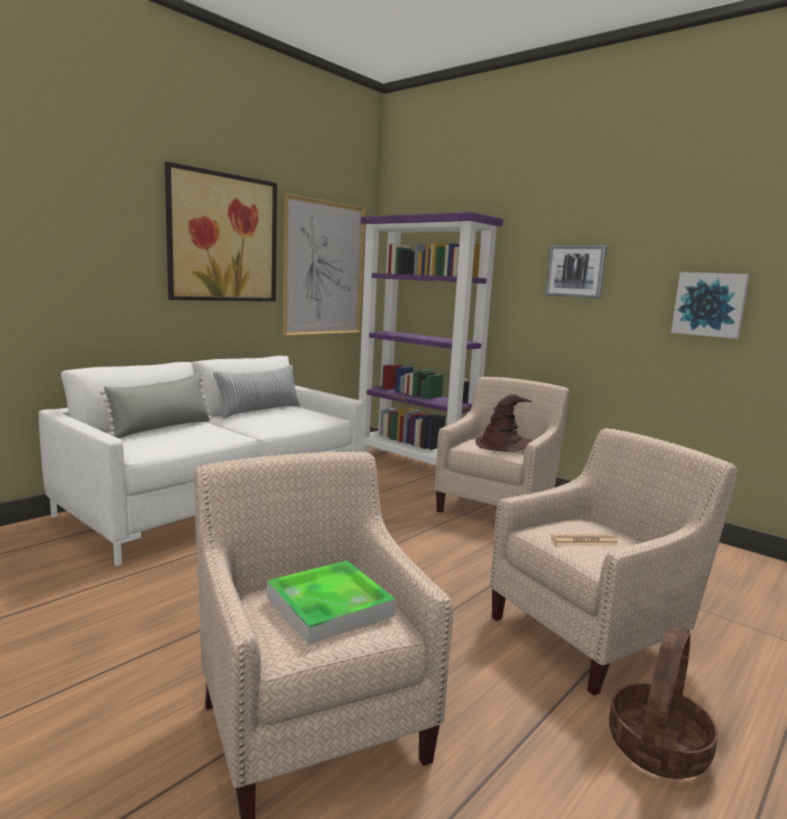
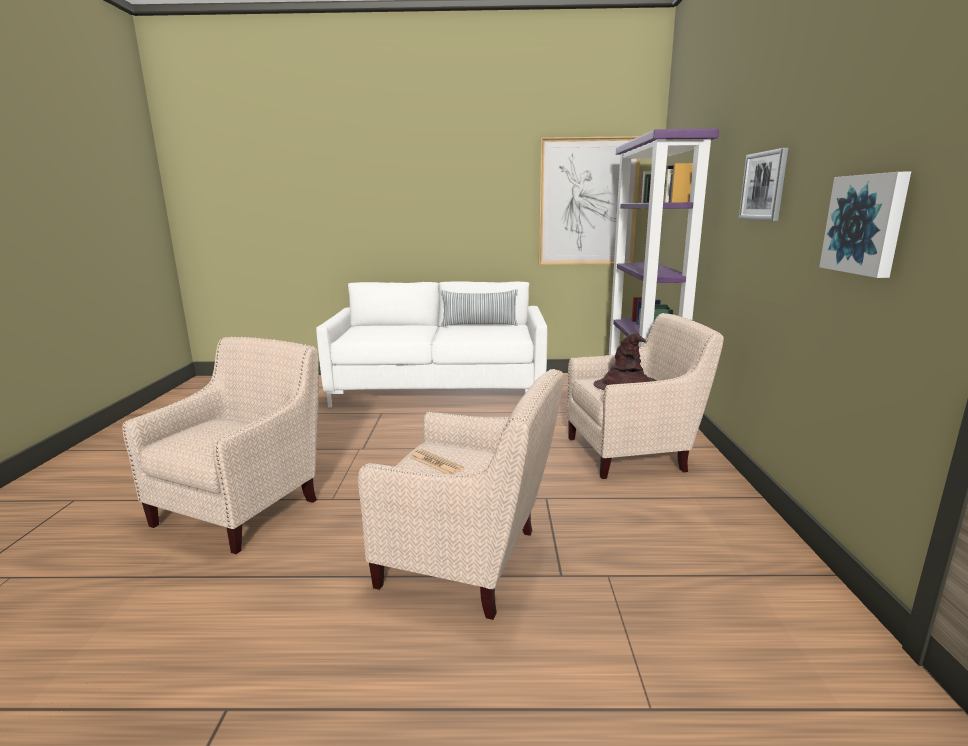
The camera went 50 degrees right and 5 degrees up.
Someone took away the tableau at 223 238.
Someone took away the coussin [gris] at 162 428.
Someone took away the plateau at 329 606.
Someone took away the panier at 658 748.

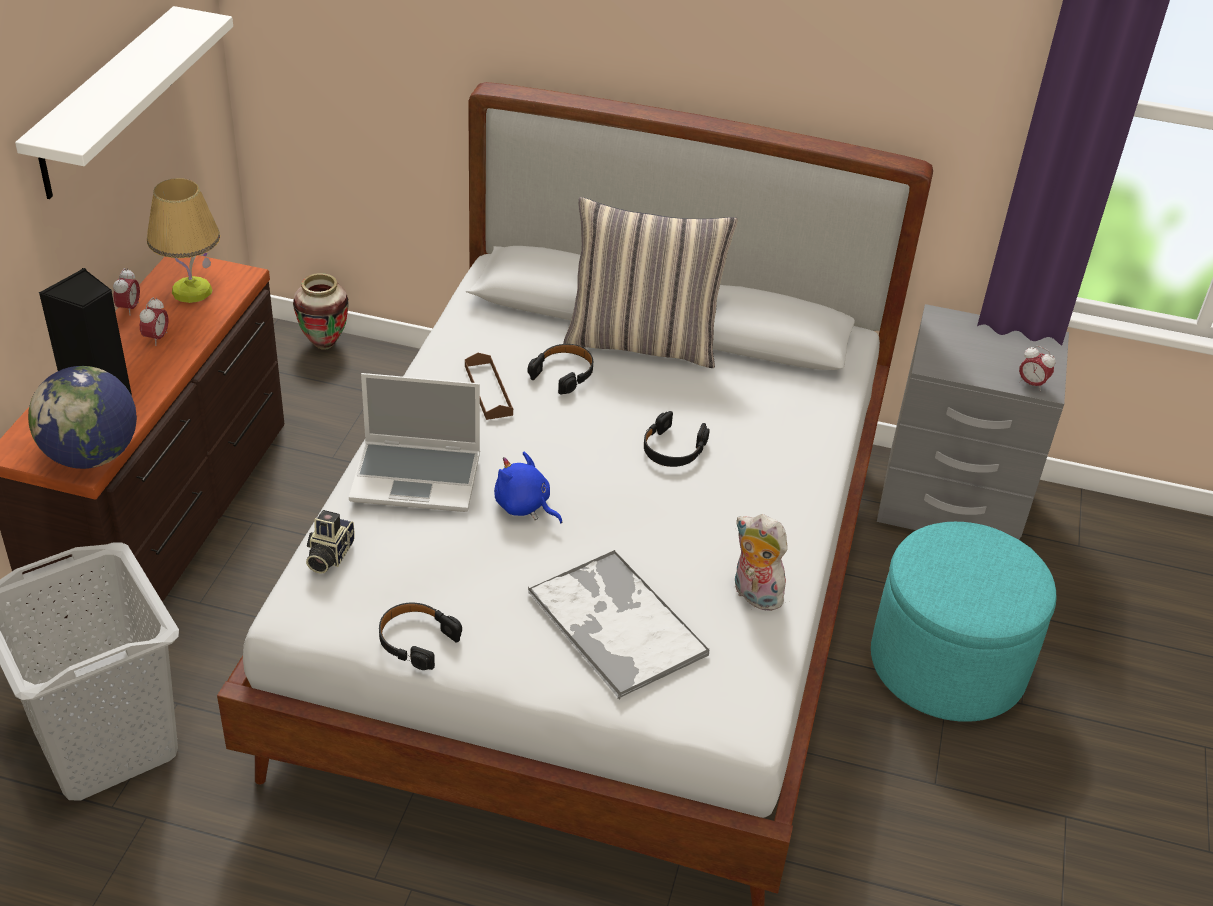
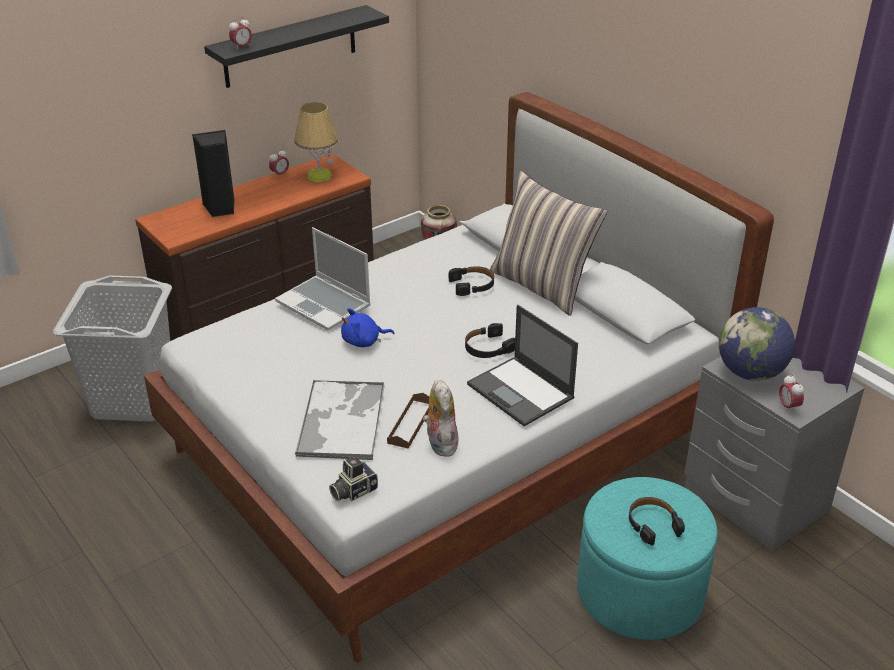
The camera went 40 degrees right and 5 degrees down.
Someone repainted the étagère [blanc] at 106 103, which became the étagère [noir] at 290 47.
Someone carried the réveil from 156 338 to 241 47.
Someone carried the plateau [marron] from 488 390 to 410 423.
Someone carried the globe from 91 456 to 750 373.
Someone rotated the peluche [bleu] at 524 506 by 90 degrees counterclockwise.
Someone carried the appareil photo from 328 555 to 353 491.
Someone carried the casque audio [noir] from 416 640 to 652 524.
Someone put down the ordinateur portable at 521 392.

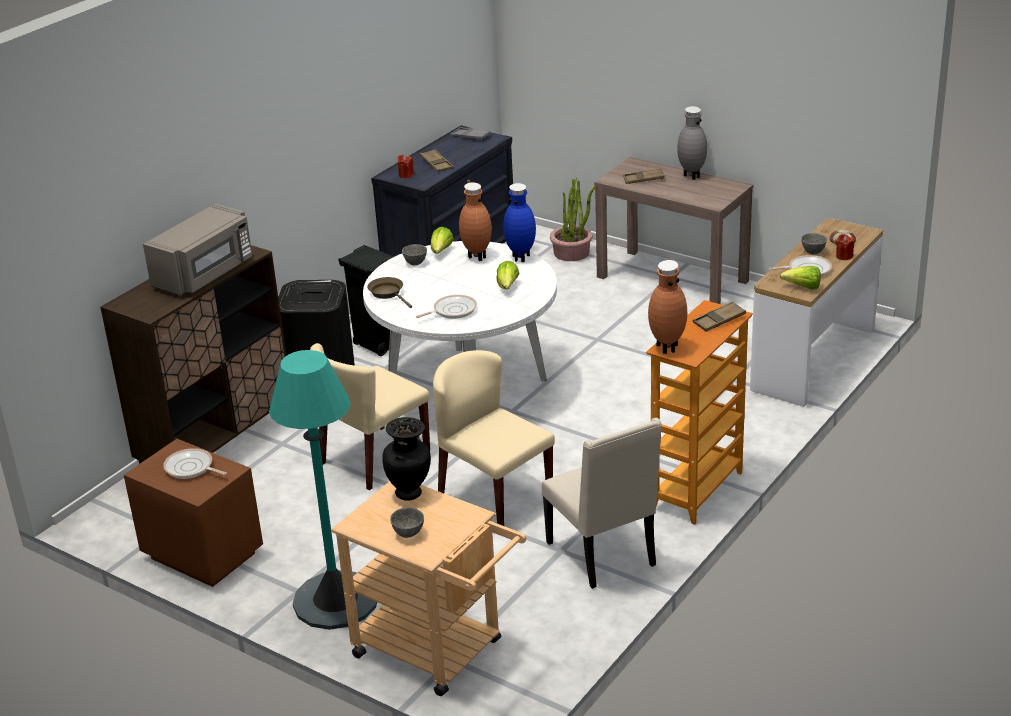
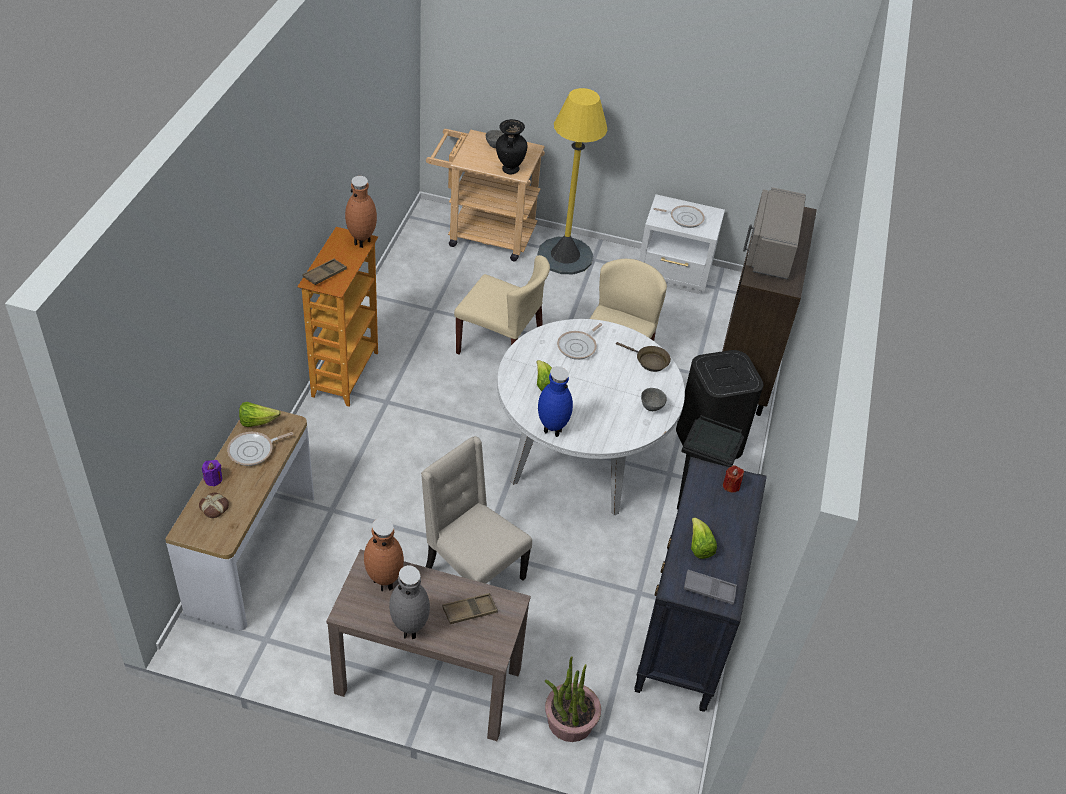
The camera went 155 degrees right and 15 degrees up.
Someone took away the plateau [marron] at 436 164.
Someone carried the vase [marron] from 476 257 to 385 582.
Someone carried the laitue from 441 251 to 699 547.
Someone took away the bol [gris] at 812 252.
Someone repainted the bougie [rouge] at 844 256, which became the bougie [violet] at 213 479.
Someone repainted the lampadaire [turquoise] at 335 600, which became the lampadaire [jaune] at 565 256.
Someone carried the chaise [beige] from 604 555 to 472 574.
Someone repainted the table de chevet [marron] at 203 555, which became the table de chevet [blanc] at 674 275.

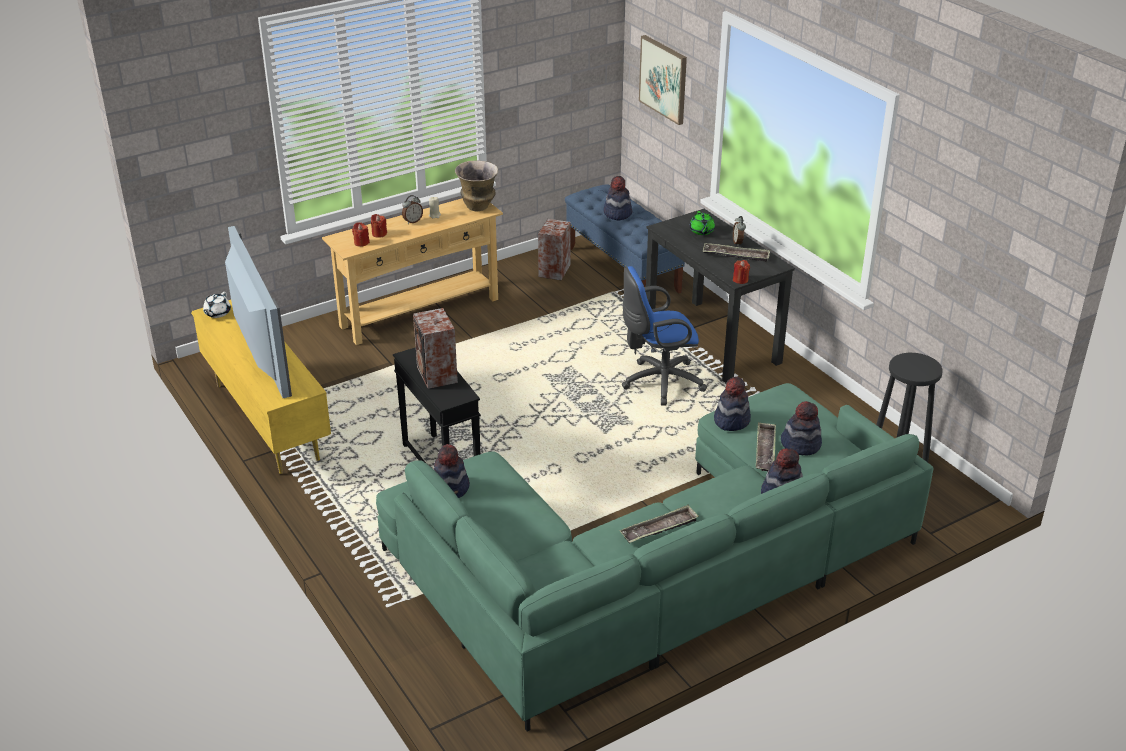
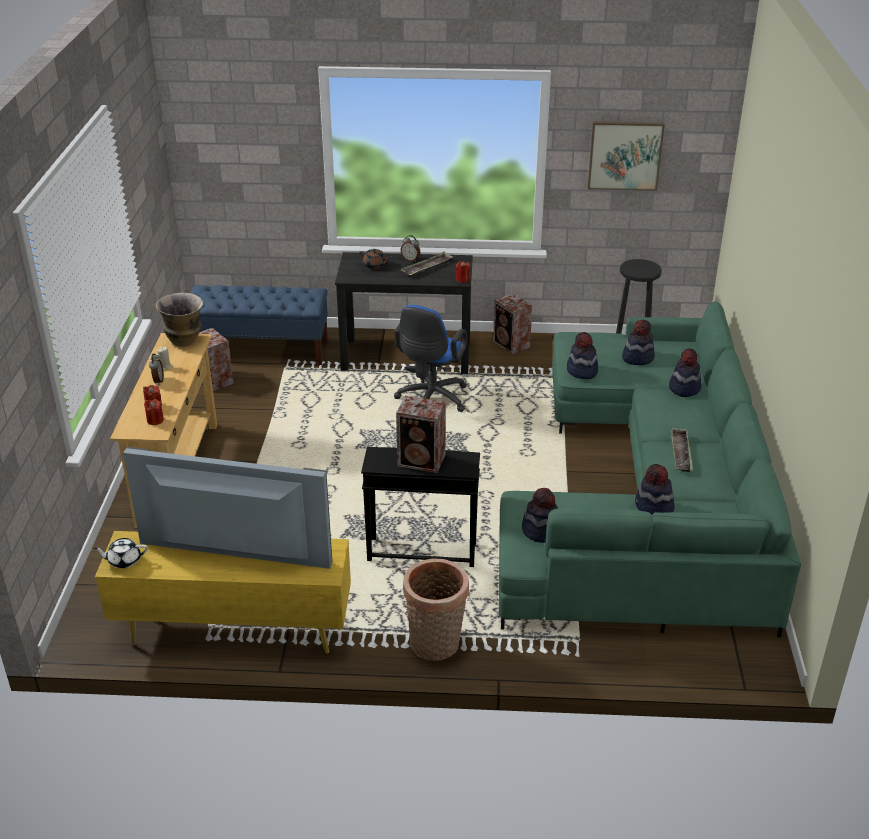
The camera went 55 degrees left and 0 degrees up.
Someone carried the tableau from 664 79 to 625 155.
Someone carried the chapeau from 617 213 to 653 507.
Someone repainted the théière [vert] at 701 231, which became the théière [marron] at 375 266.
Someone rotated the théière [blanc] at 217 313 by 120 degrees clockwise.
Someone took away the plateau at 765 451.
Someone put down the enceinte at 511 345.
Someone put down the panier at 435 645.

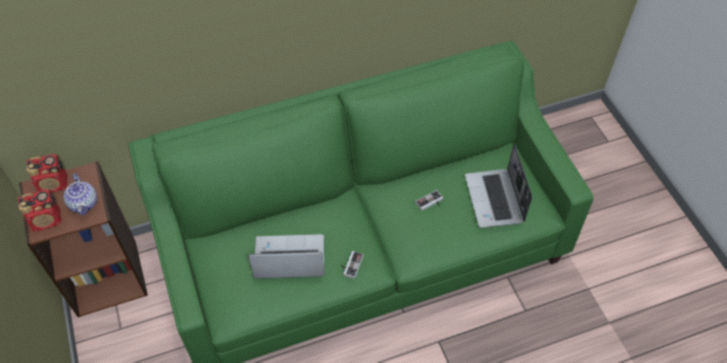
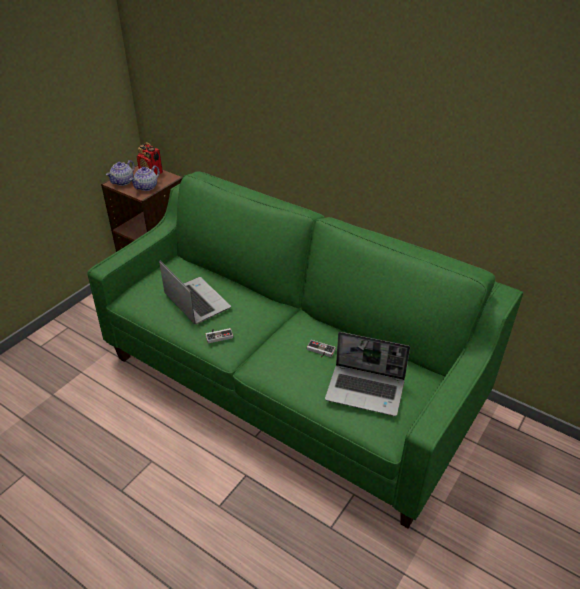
The camera went 55 degrees right and 15 degrees down.
Someone rotated the ordinateur portable at 495 200 by 120 degrees counterclockwise.
Someone swapped the radio at 47 220 for the théière at 123 182.

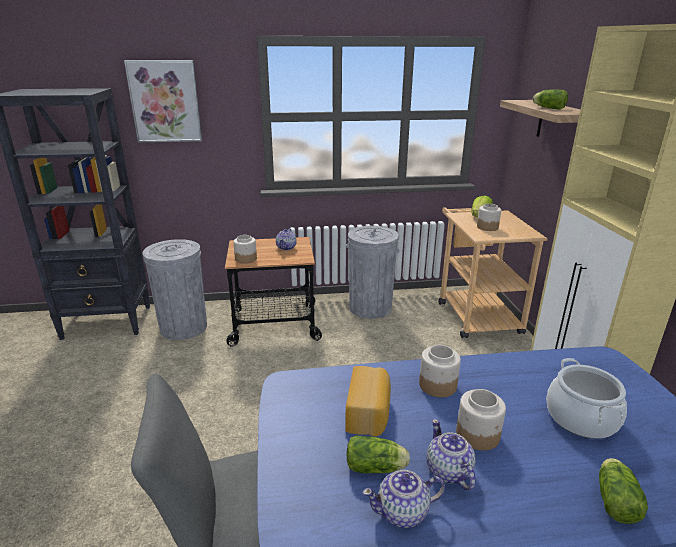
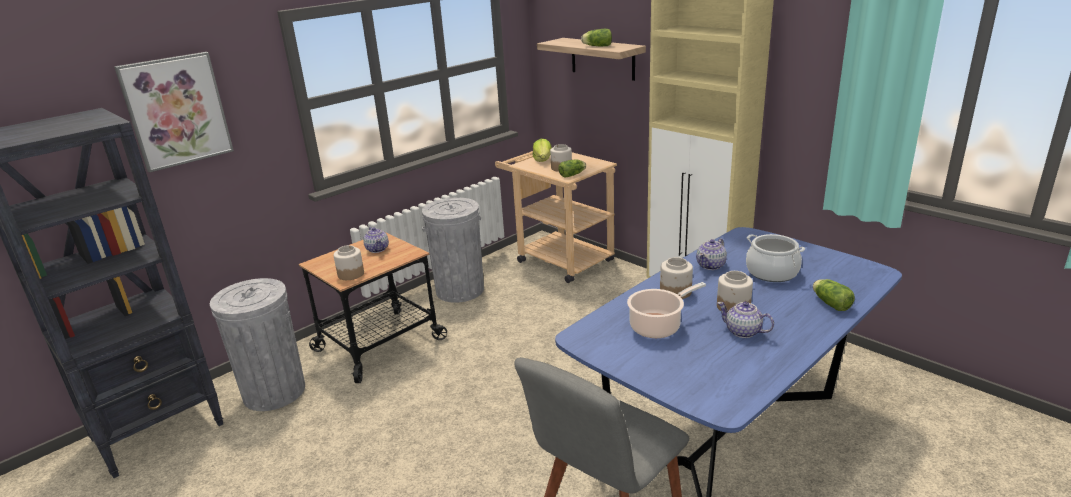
The camera went 35 degrees left and 0 degrees up.
Someone swapped the pain at 369 413 for the marmite at 658 326.
Someone carried the laitue from 377 467 to 573 175.
Someone carried the théière from 403 512 to 711 265.

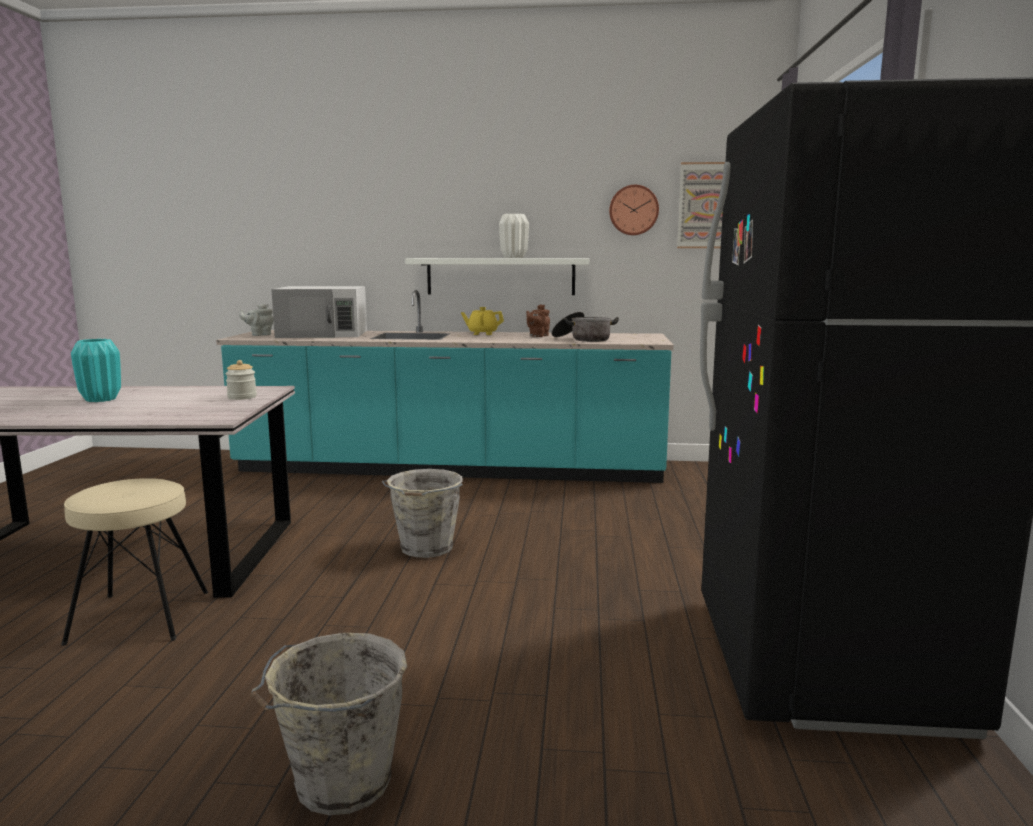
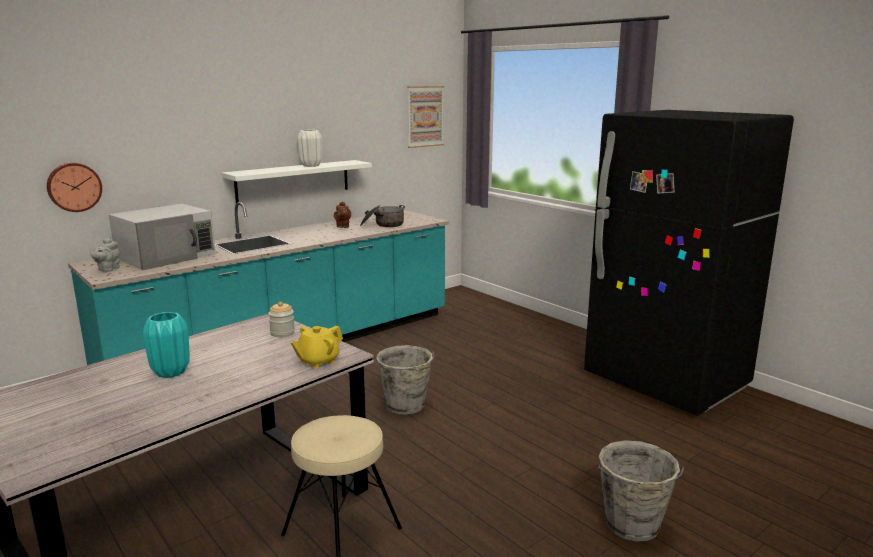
The camera went 45 degrees left and 5 degrees up.
Someone carried the horloge murale from 633 210 to 74 187.
Someone carried the théière [jaune] from 482 334 to 318 361.

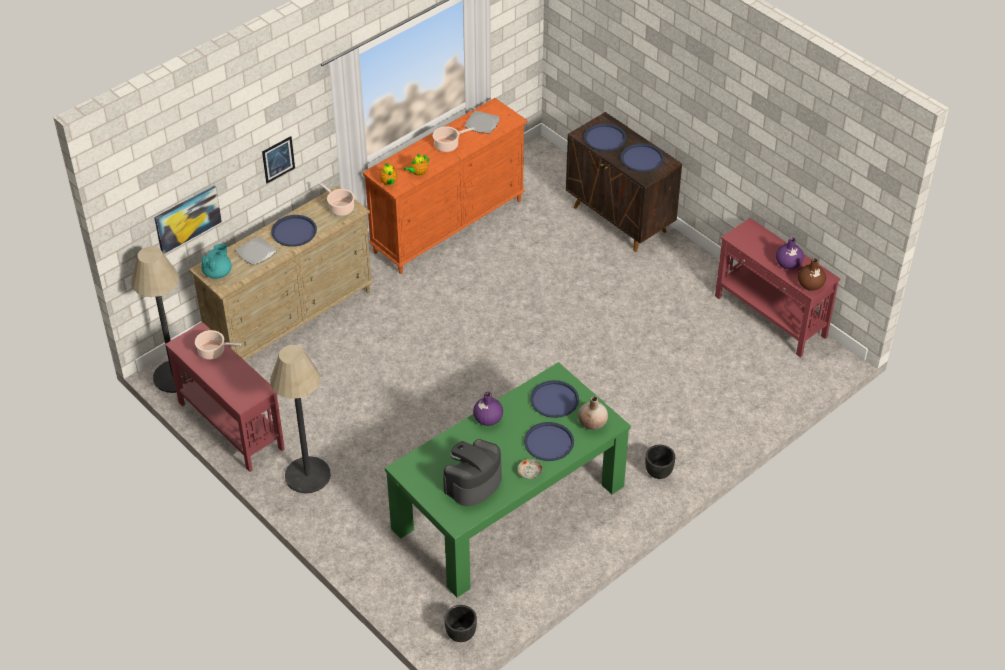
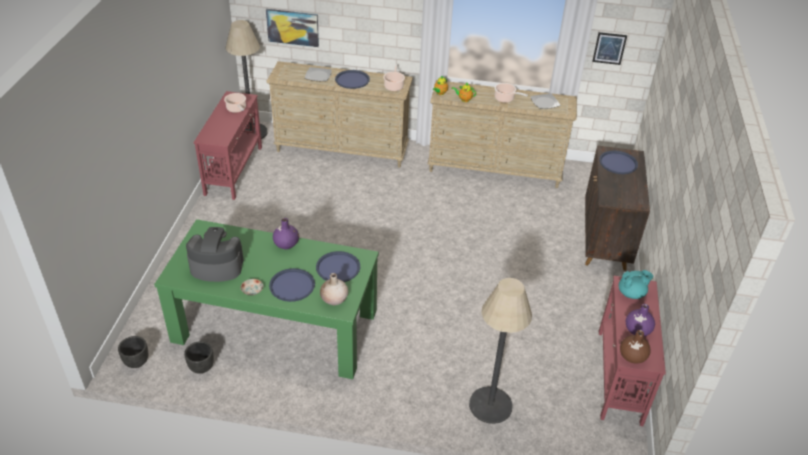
The camera went 50 degrees right and 5 degrees down.
Someone repainted the commode [orange] at 449 226, which became the commode [beige] at 495 170.
Someone carried the tableau from 278 159 to 609 48.
Someone took away the plateau [bleu] at 642 158.
Someone carried the théière [turquoise] from 218 273 to 631 293.
Someone carried the lampadaire from 307 475 to 490 405.
Someone carried the cache-pot [noir] from 658 473 to 201 368.

